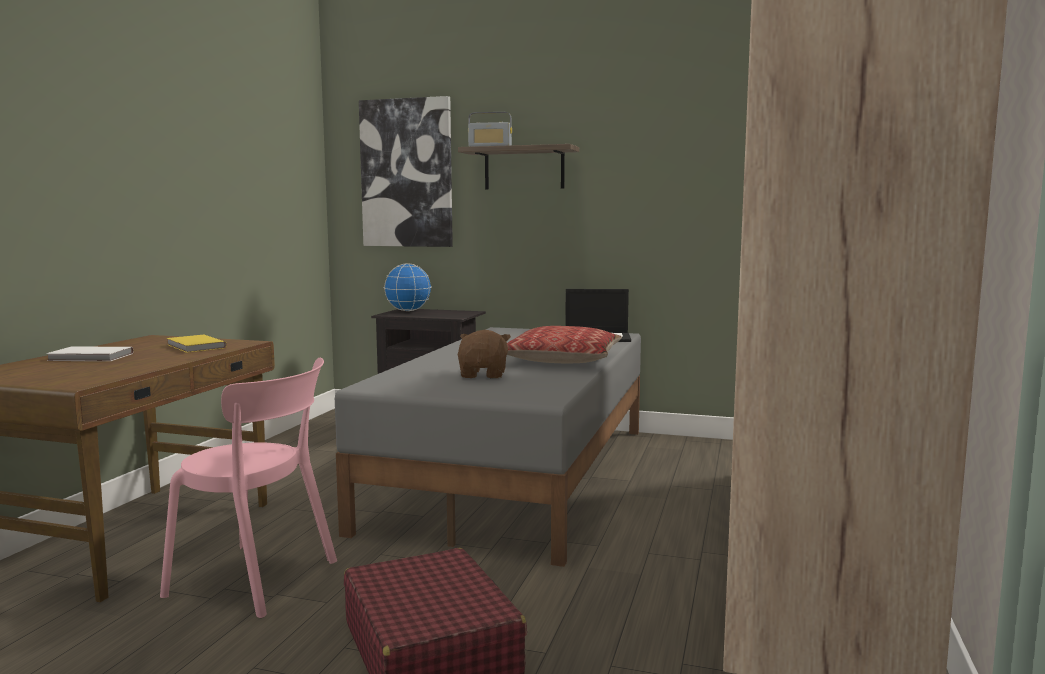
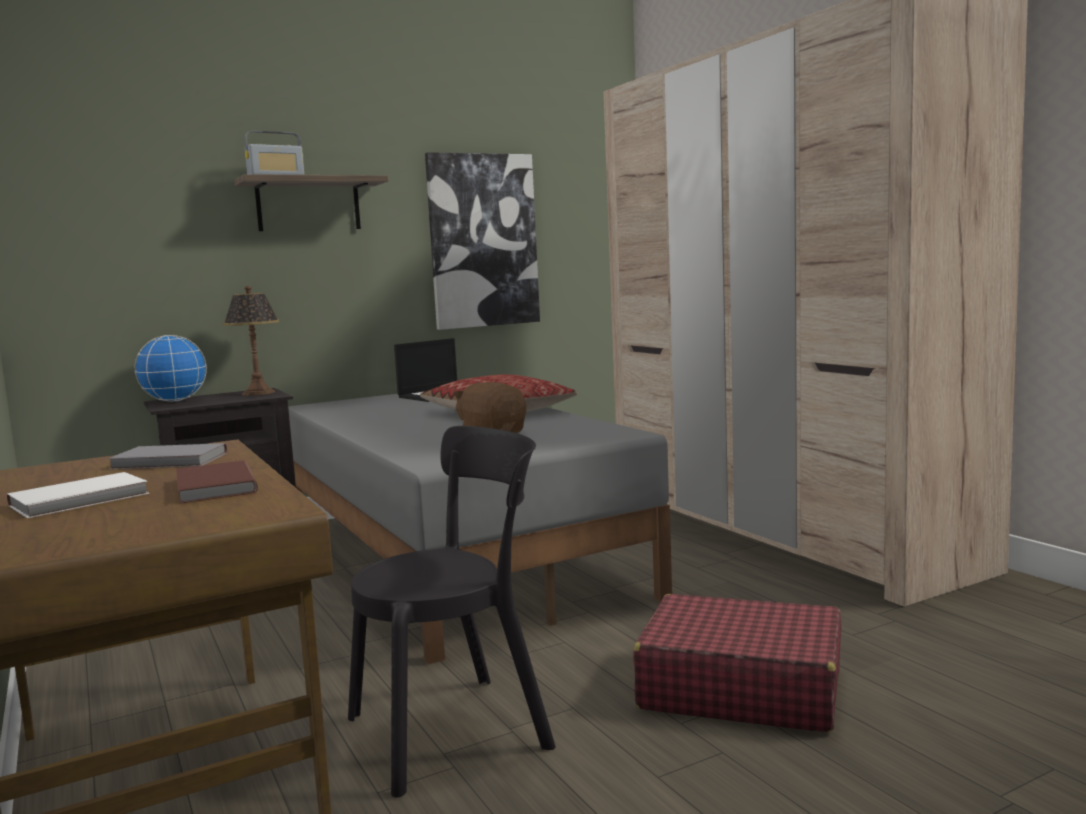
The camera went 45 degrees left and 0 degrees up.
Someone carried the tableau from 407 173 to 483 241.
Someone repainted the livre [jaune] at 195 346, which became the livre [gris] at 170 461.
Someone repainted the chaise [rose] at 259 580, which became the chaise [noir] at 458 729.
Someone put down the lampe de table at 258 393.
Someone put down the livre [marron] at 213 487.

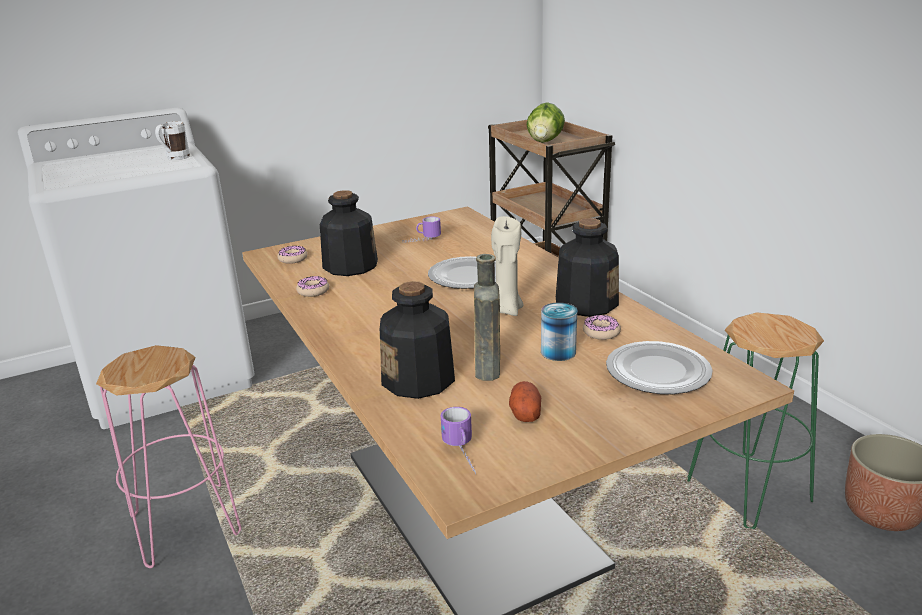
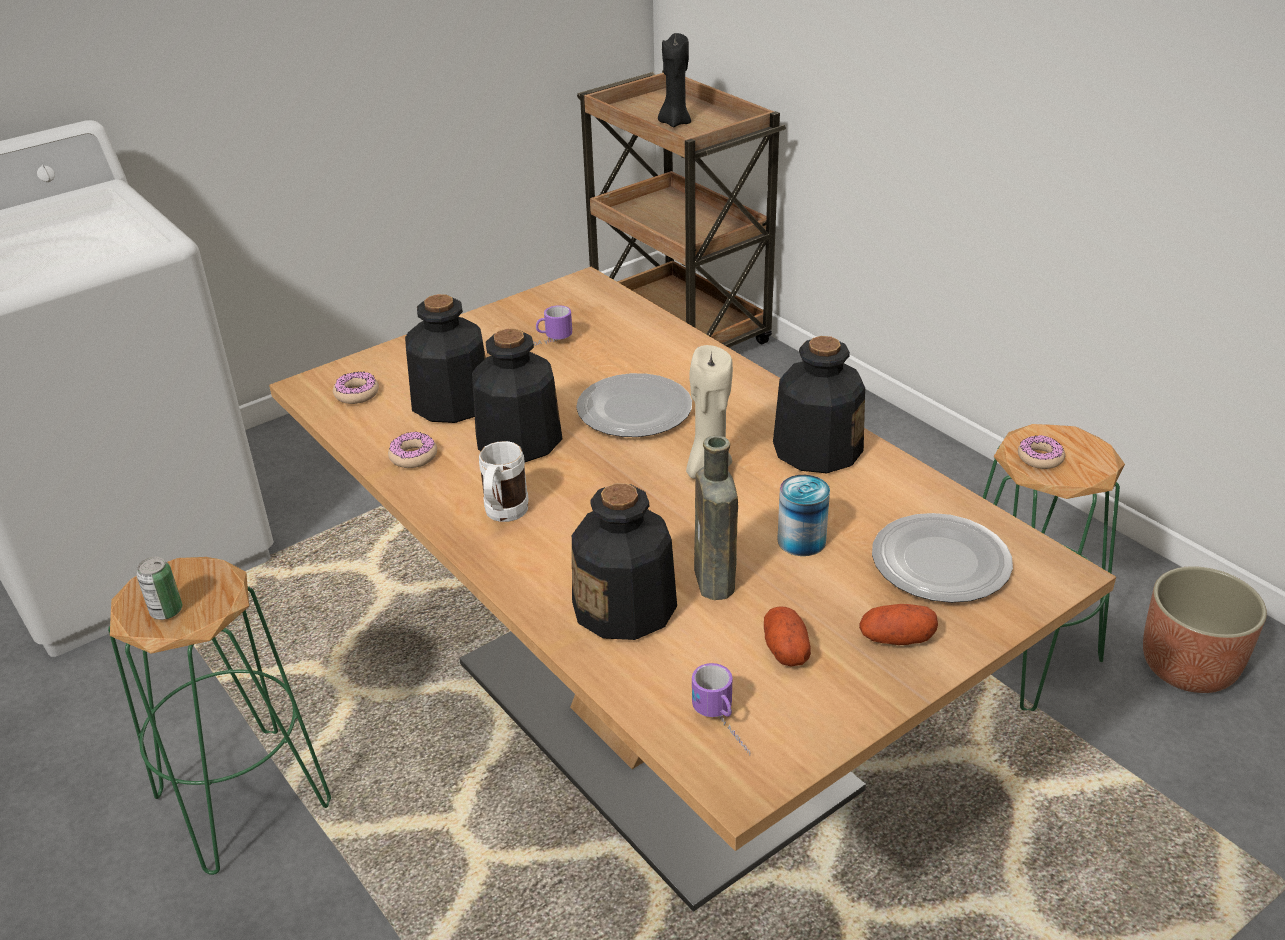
The camera went 10 degrees left and 10 degrees up.
Someone swapped the laitue at 545 141 for the bougie [noir] at 674 123.
Someone carried the mug [blanc] from 174 158 to 503 516.
Someone carried the beignet from 601 332 to 1040 458.
Someone repainted the tabouret [rose] at 185 524, which became the tabouret [vert] at 242 799.
Someone put down the bouteille at 518 440.
Someone put down the boîte métallique at 166 611.
Someone put down the pomme de terre at 896 638.

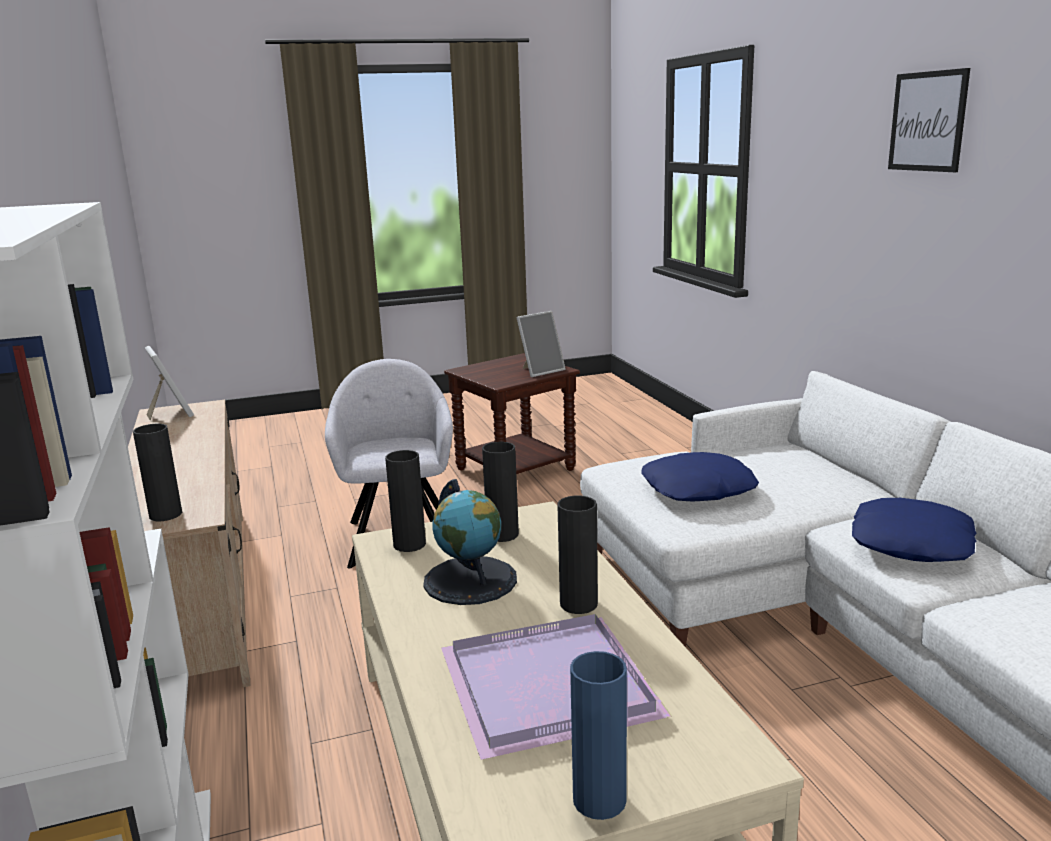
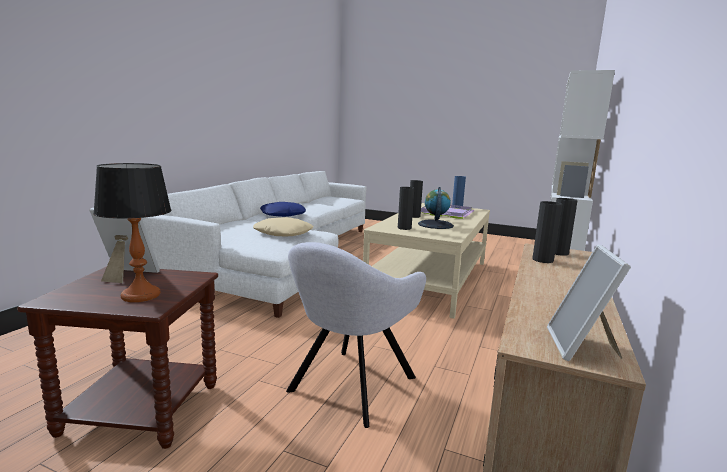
The camera went 140 degrees left and 5 degrees down.
Someone took away the tableau at 927 121.
Someone carried the vase [noir] from 409 544 to 542 260.
Someone repainted the coussin [bleu] at 698 489, which became the coussin [beige] at 283 233.
Someone put down the lampe de table at 141 295.

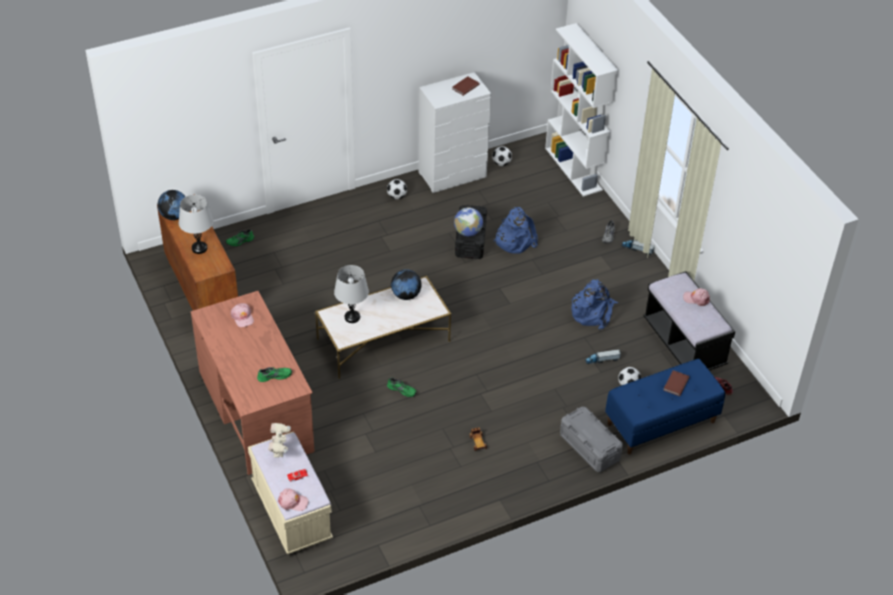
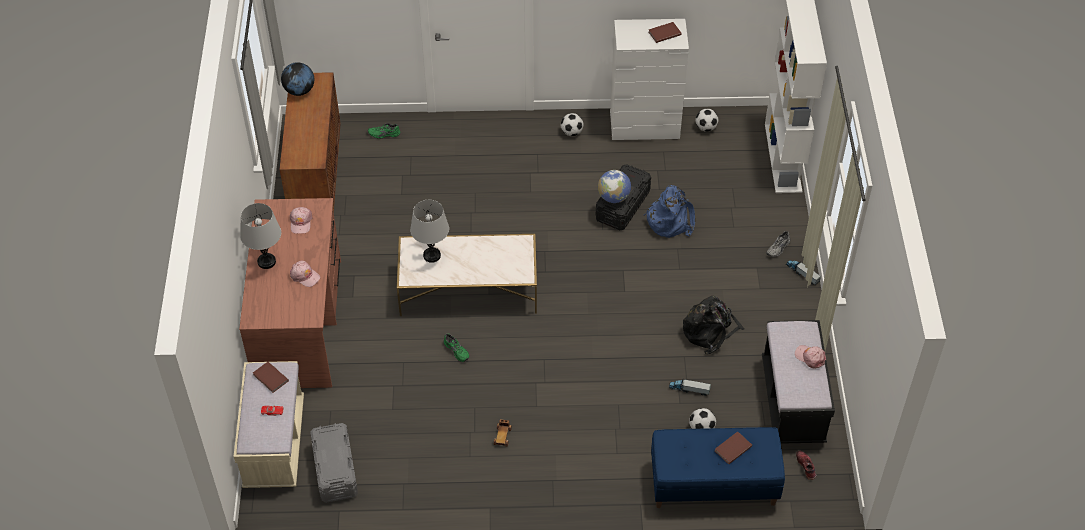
The camera went 25 degrees right and 5 degrees up.
Someone carried the lampe de table [gris] from 199 248 to 266 262.
Someone took away the globe at 406 295.
Someone repainted the sac à dos [bleu] at 593 312, which became the sac à dos [noir] at 710 331.
Someone took away the chaussure [vert] at 274 375.
Someone carried the boîte de rangement [gris] from 589 447 to 335 470.
Someone swapped the robot jouet at 280 451 for the livre [marron] at 270 378.
Someone carried the casquette [rose] from 293 502 to 305 276.

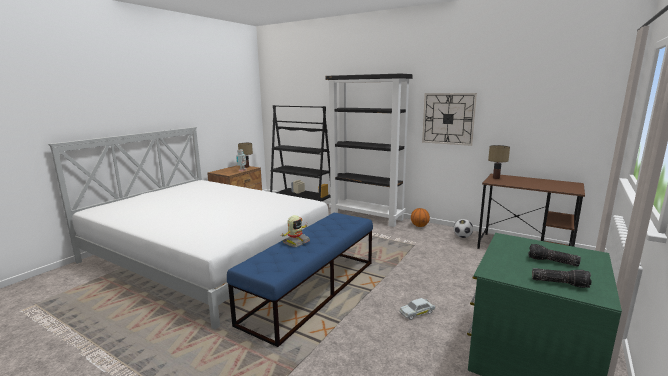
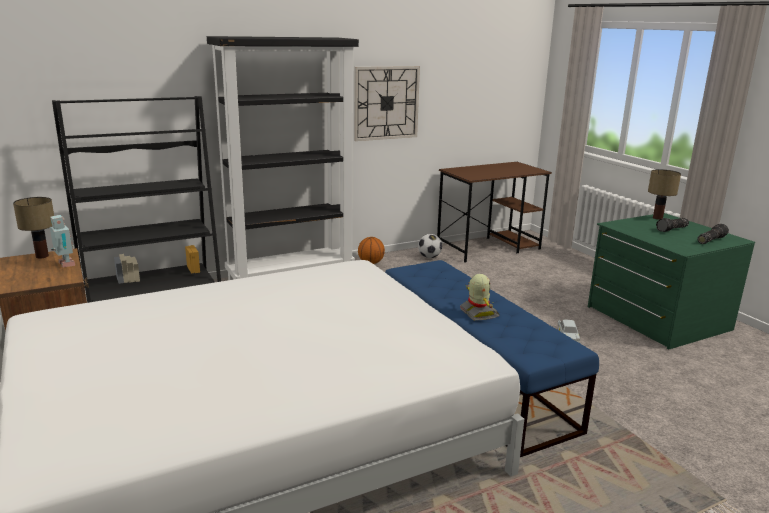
The camera went 60 degrees left and 5 degrees up.
Someone carried the lampe de table from 496 178 to 658 218.

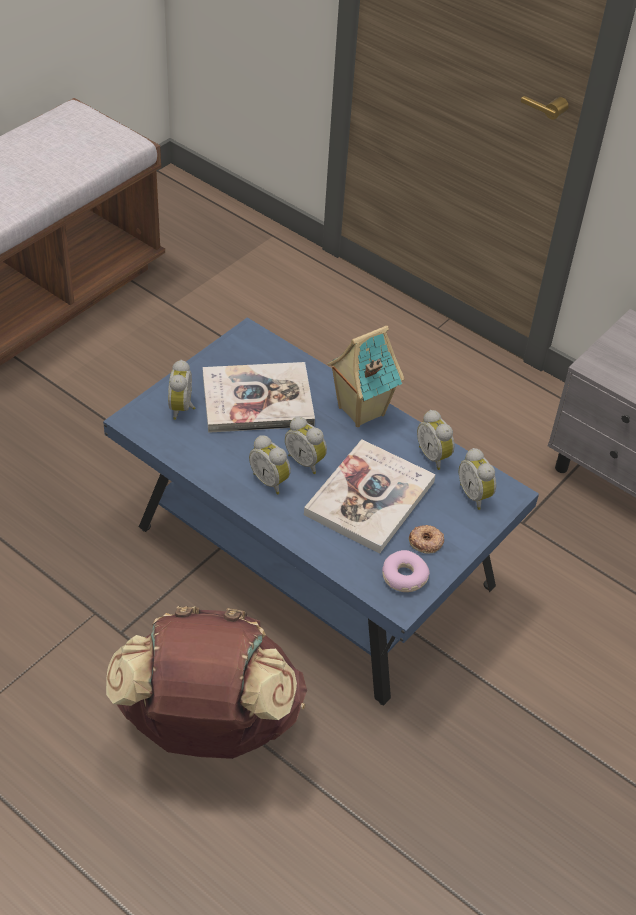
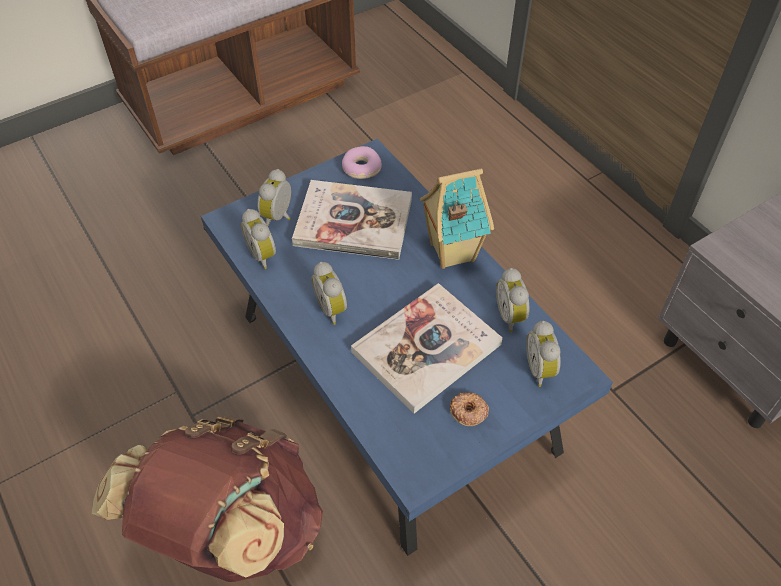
The camera went 20 degrees right and 5 degrees up.
Someone carried the réveil from 306 461 to 264 255.
Someone carried the beignet from 404 577 to 361 168.

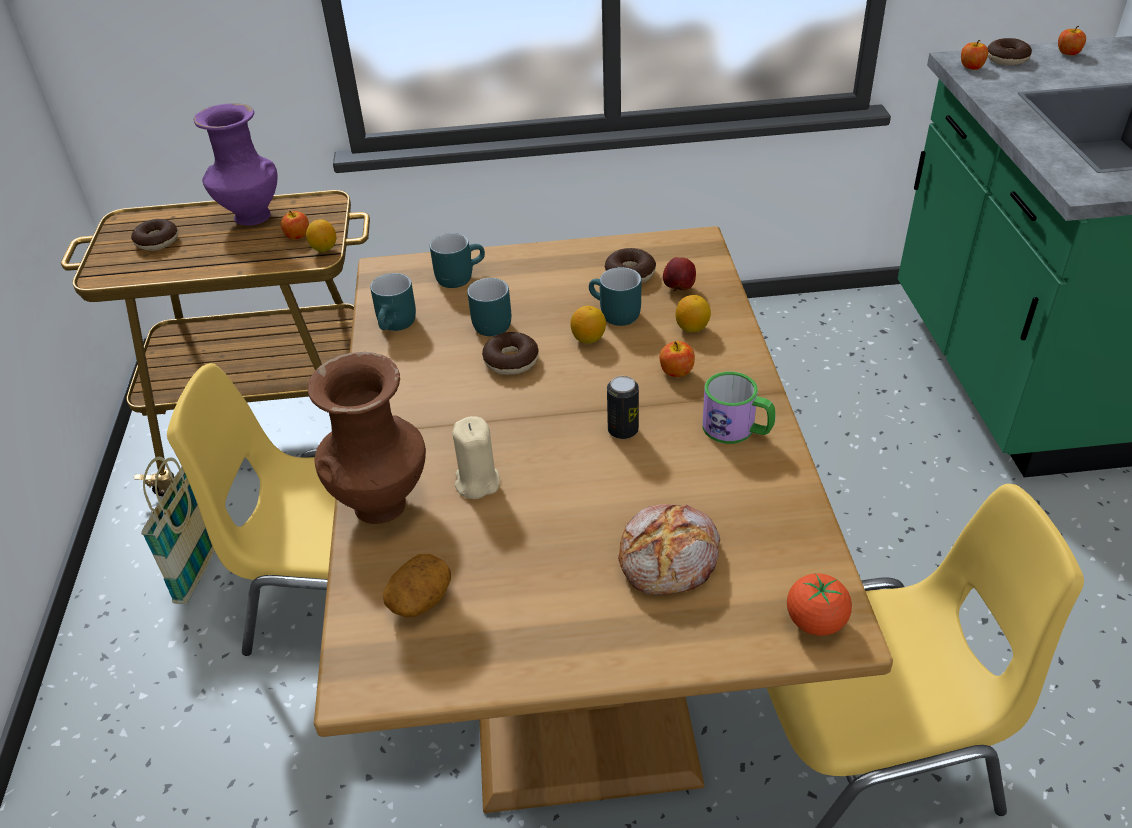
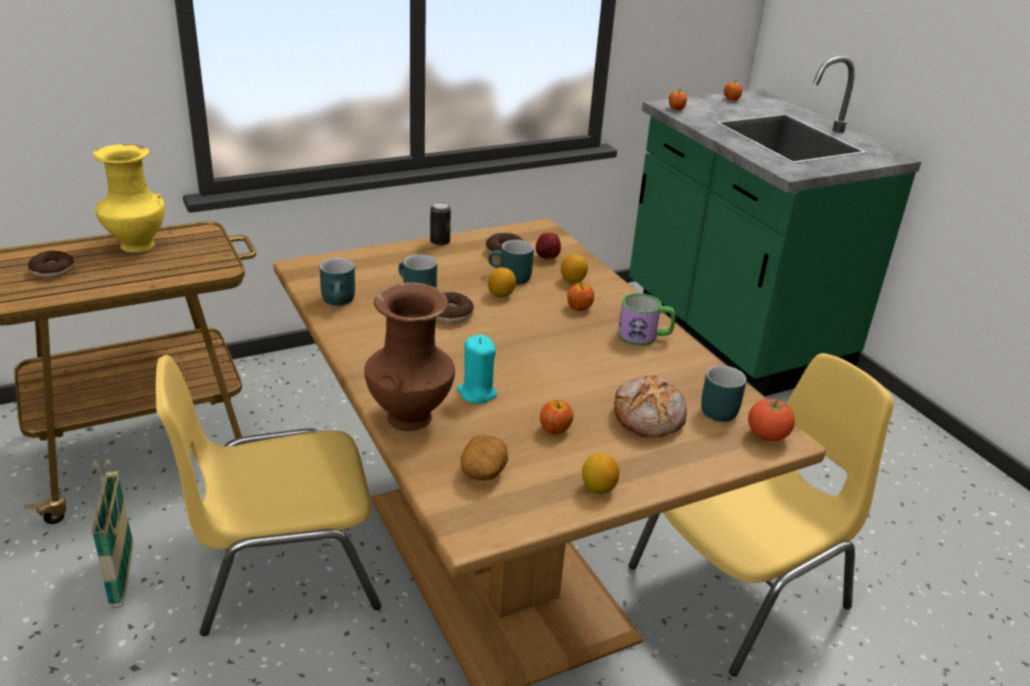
The camera went 25 degrees left and 10 degrees down.
Someone took away the beignet at 1007 59.
Someone repainted the vase [violet] at 250 217, which became the vase [jaune] at 135 246.
Someone carried the pomme from 297 236 to 555 429.
Someone carried the citron from 324 248 to 598 488.
Someone carried the mug [turquoise] from 458 276 to 719 408.
Someone carried the boîte métallique from 623 430 to 440 242.
Someone repainted the bougie [beige] at 477 482, which became the bougie [turquoise] at 477 393.

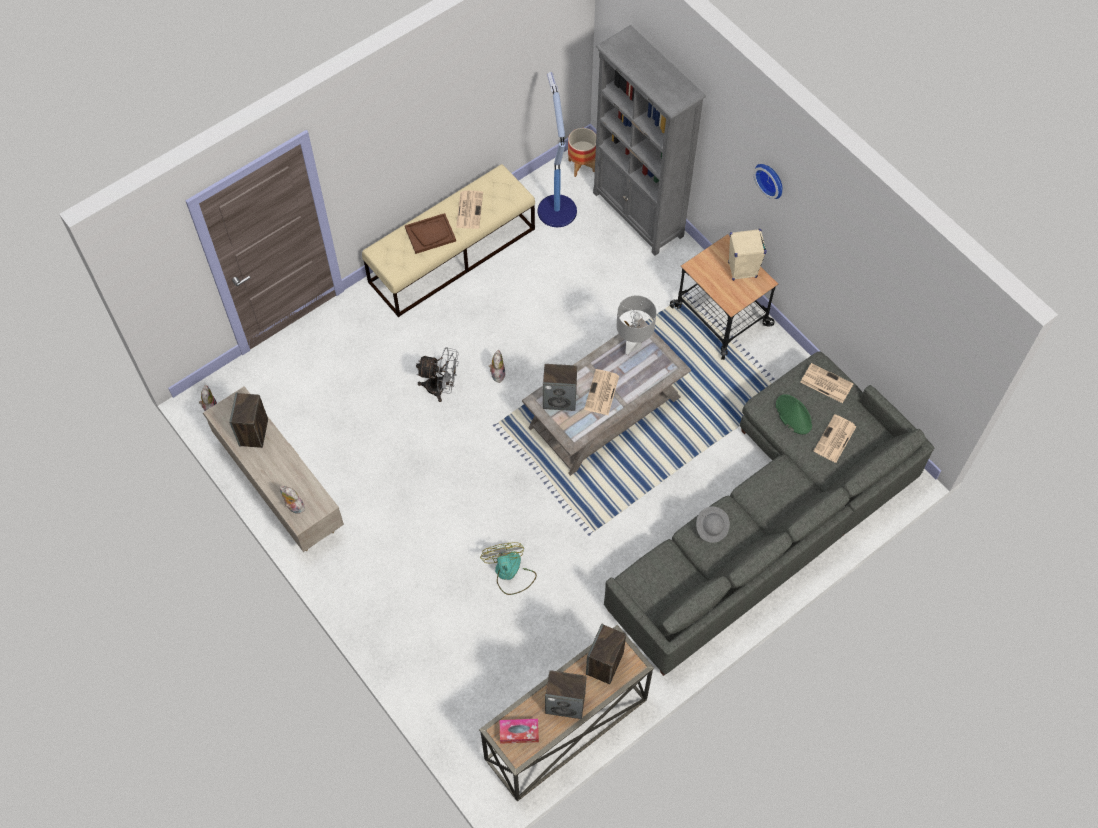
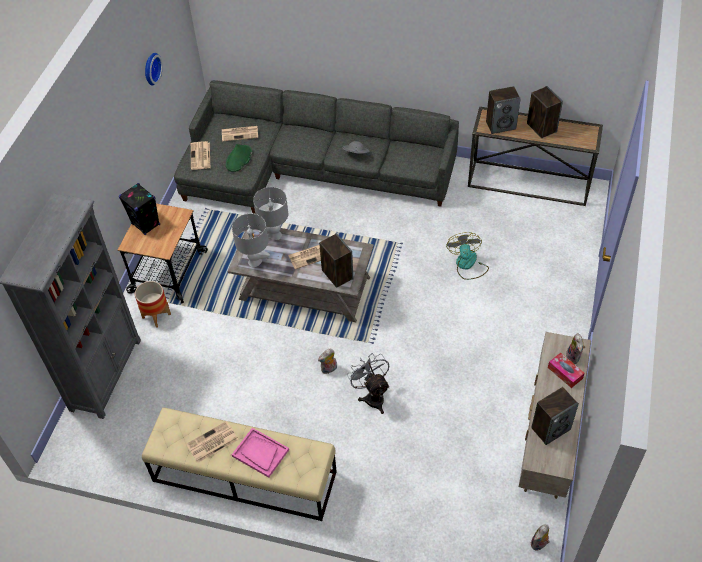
The camera went 125 degrees left and 10 degrees down.
Someone took away the lampadaire at 556 209.
Someone carried the cache-pot from 582 166 to 156 316.
Someone carried the horloge murale from 771 179 to 150 68.
Someone repainted the plateau [marron] at 430 234, which became the plateau [rose] at 260 453.
Someone repainted the enceinte [beige] at 742 270, which became the enceinte [noir] at 146 224.
Someone rotated the ventilateur at 510 573 by 135 degrees clockwise.
Someone carried the boîte à mouchoirs from 519 732 to 565 373.
Someone put down the lampe de table [gris] at 275 235.

